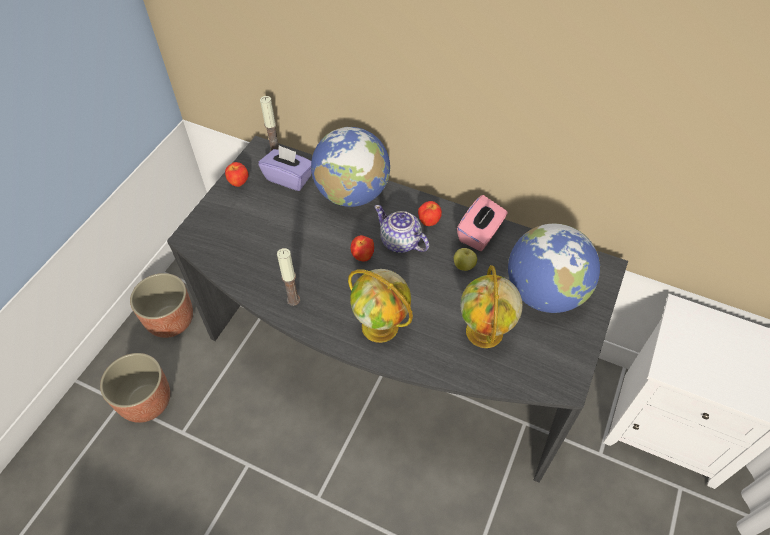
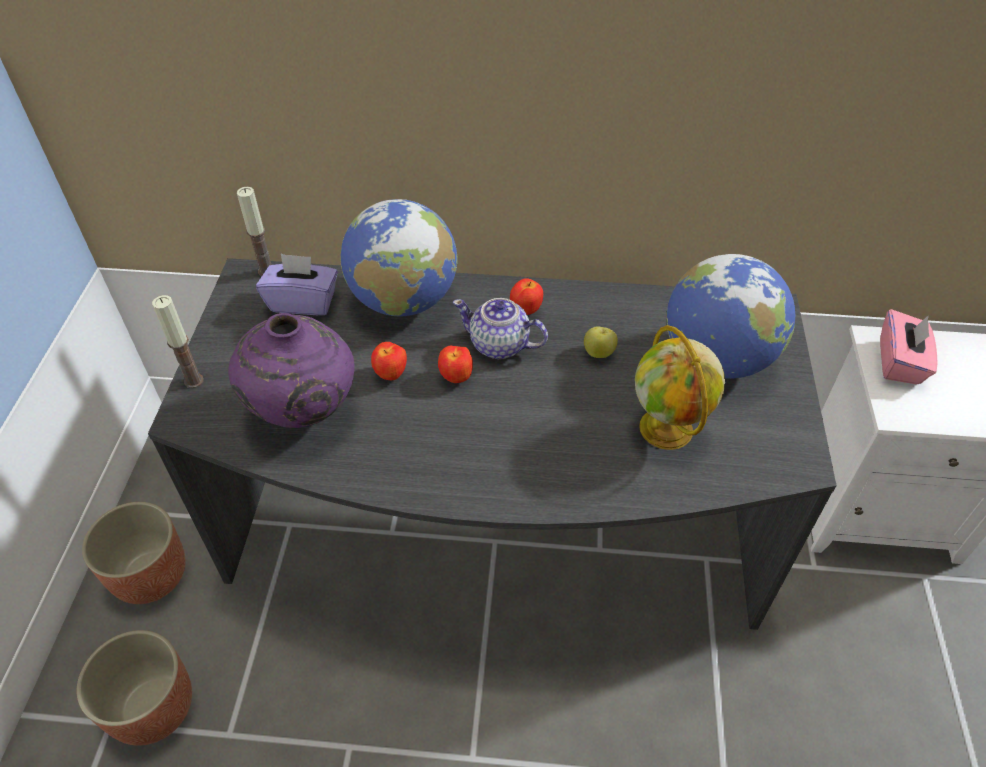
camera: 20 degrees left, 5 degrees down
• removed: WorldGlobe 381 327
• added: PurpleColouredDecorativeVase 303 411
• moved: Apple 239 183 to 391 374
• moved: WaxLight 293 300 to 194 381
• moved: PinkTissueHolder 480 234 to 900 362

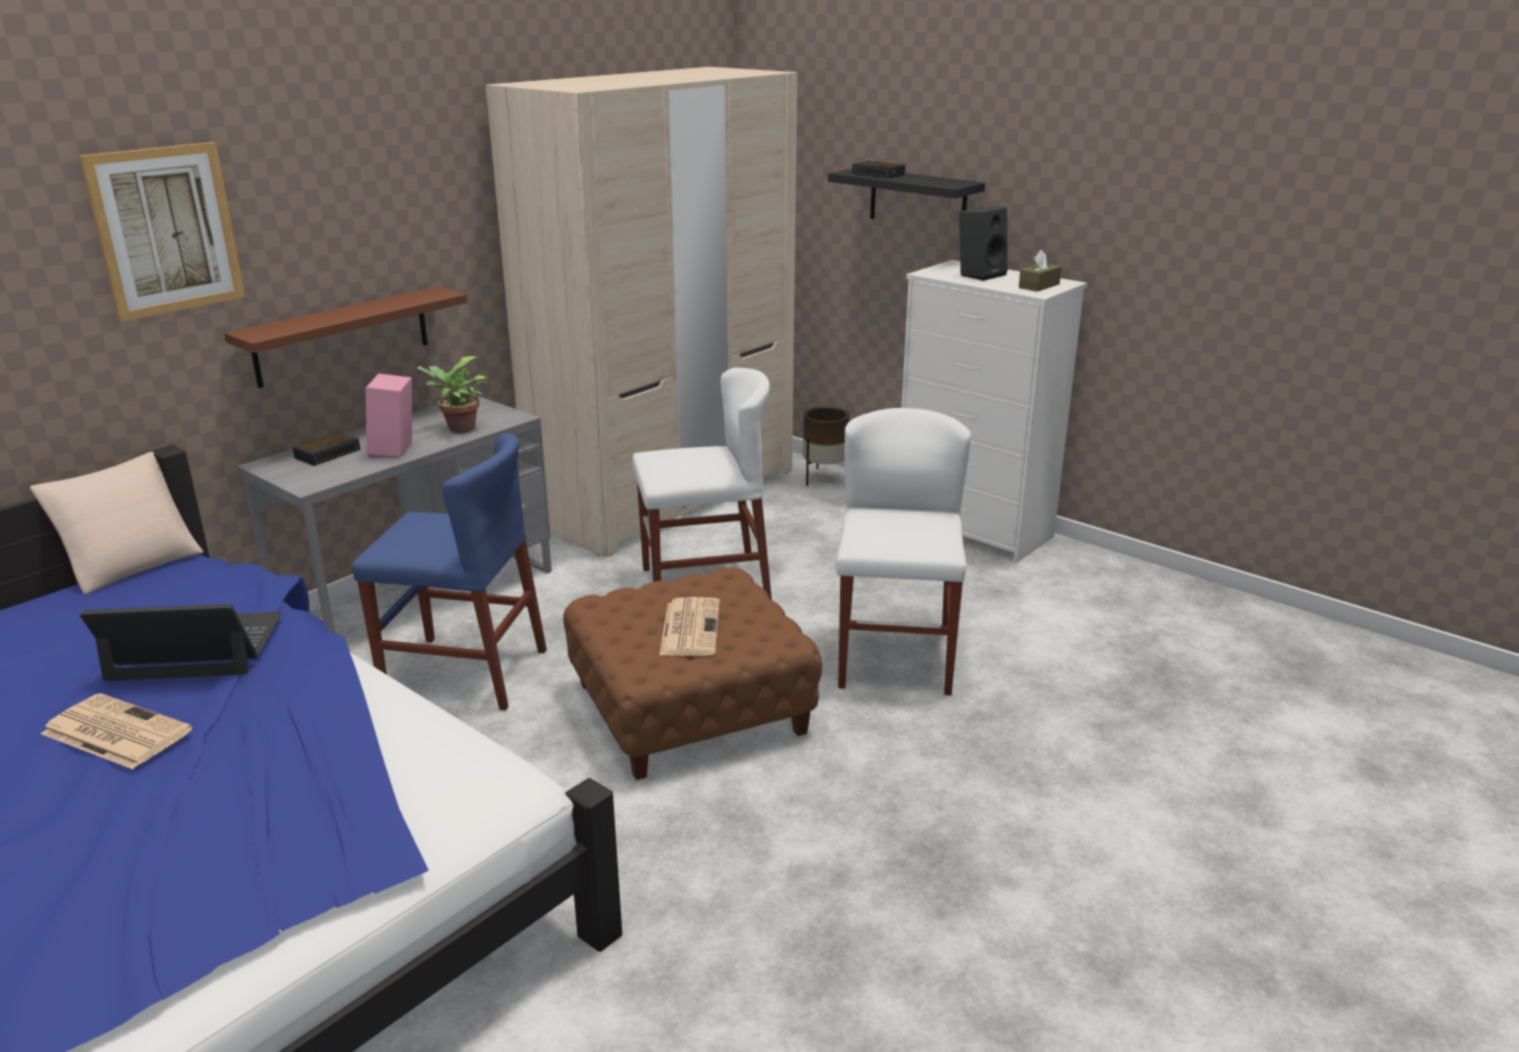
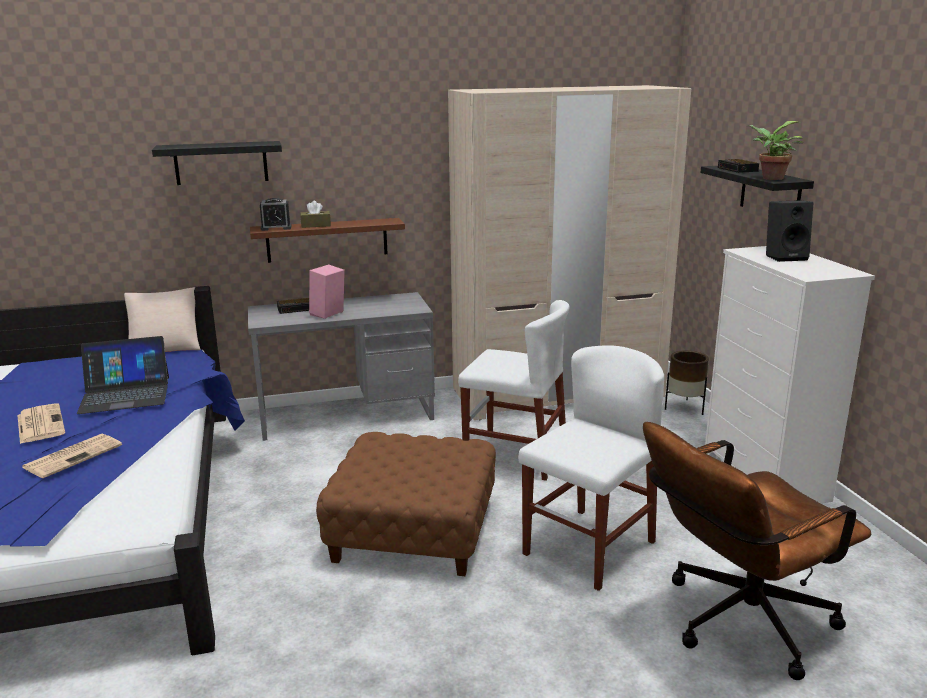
camera: 35 degrees right, 5 degrees down
• removed: BluishPlainChair 465 672
• added: AlarmClock 276 227
• added: BrownishDeskChair 736 624
• moved: PottedPlant 458 429 to 769 178
• moved: DailyPaper 690 627 to 74 456
• moved: BrownishTissueHolder 1039 286 to 316 225
• replaced: WallPicture 166 230 to BlackishBracketShelf 221 163
• turned: Laptop 196 647 = 125 394 135 degrees clockwise

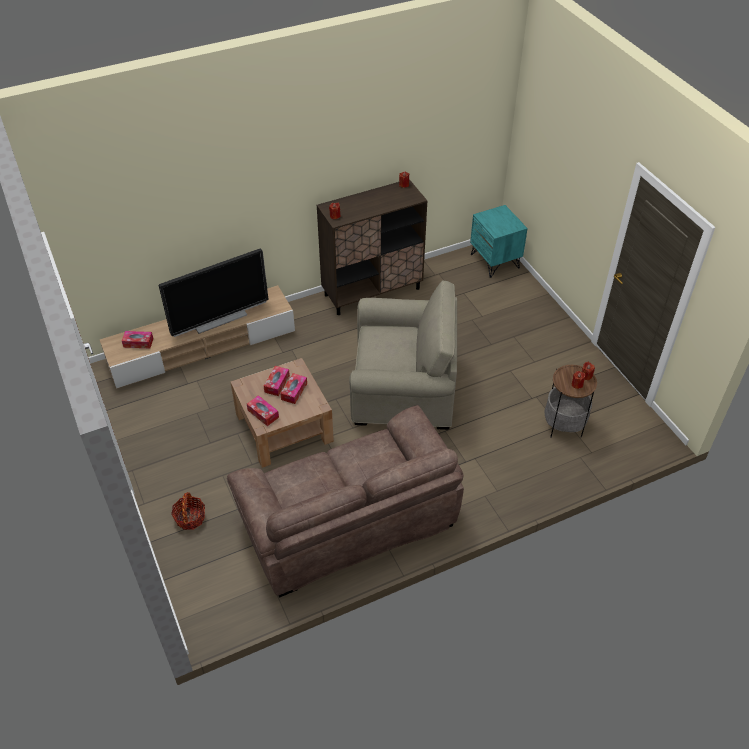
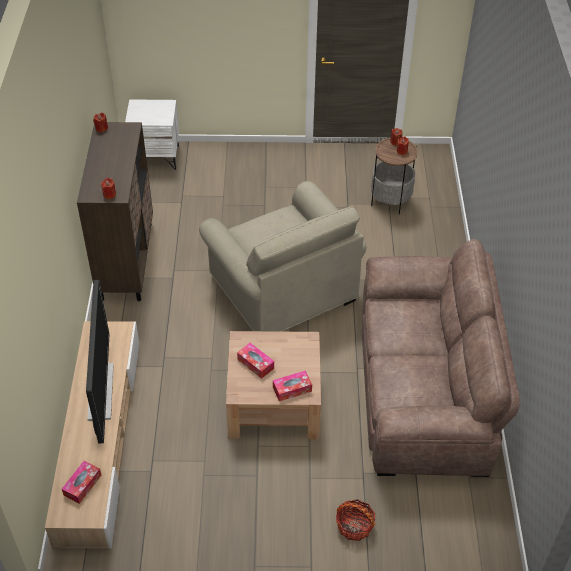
camera: 65 degrees left, 0 degrees up
• removed: TissueHolder 294 391
• recoloured: BlueGreenBedsideTable 495 261 to WhiteBedsideTable 156 157
• turned: BeigeColouredLoungeChair 403 390 = 282 289 120 degrees clockwise

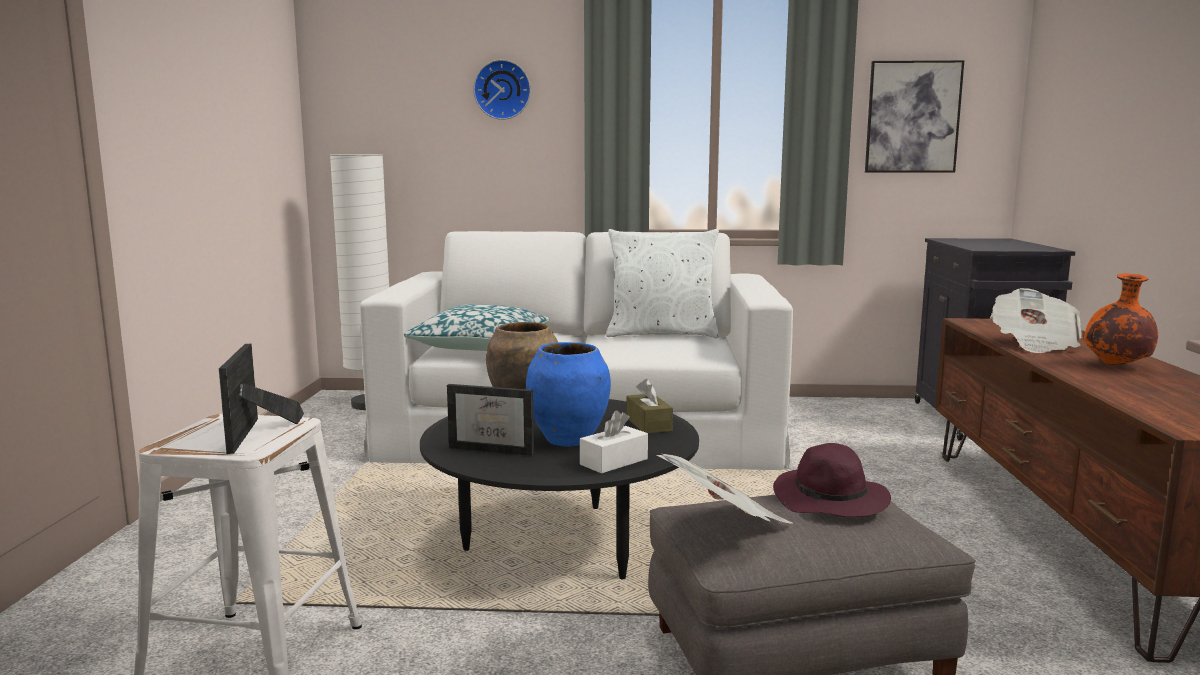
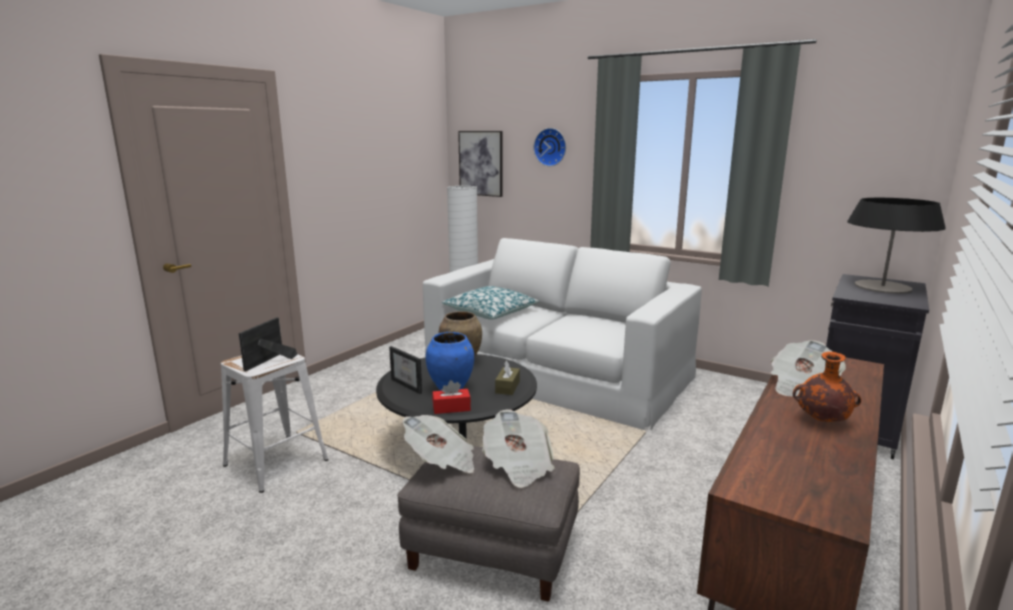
camera: 30 degrees right, 5 degrees up
• removed: WhiteCushion 662 334
• added: TableLamp 882 287
• moved: WallPicture 912 117 to 481 163
• replaced: PurpleColouredHat 831 501 to DailyPaper 518 465
• recoloured: WhiteTissueHolder 614 462 to RedColouredTissueHolder 451 408

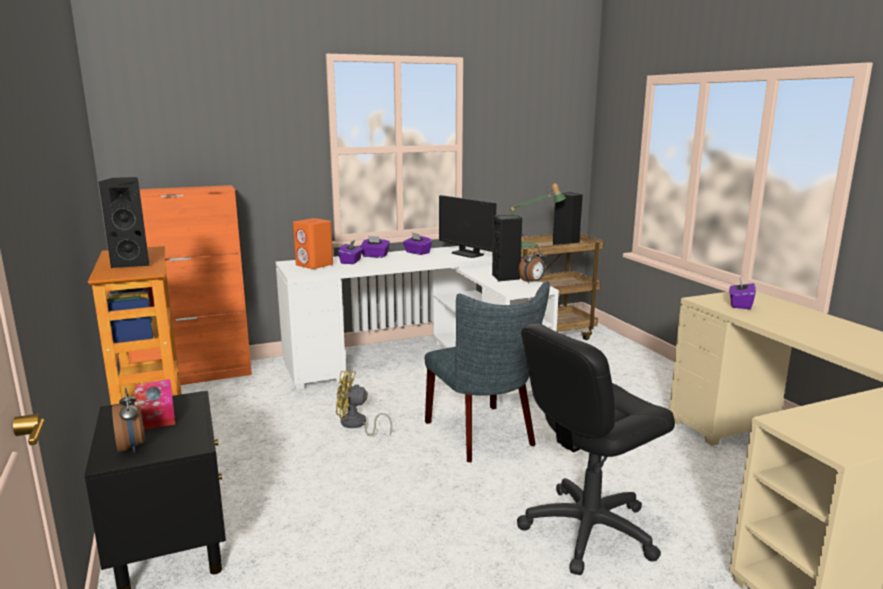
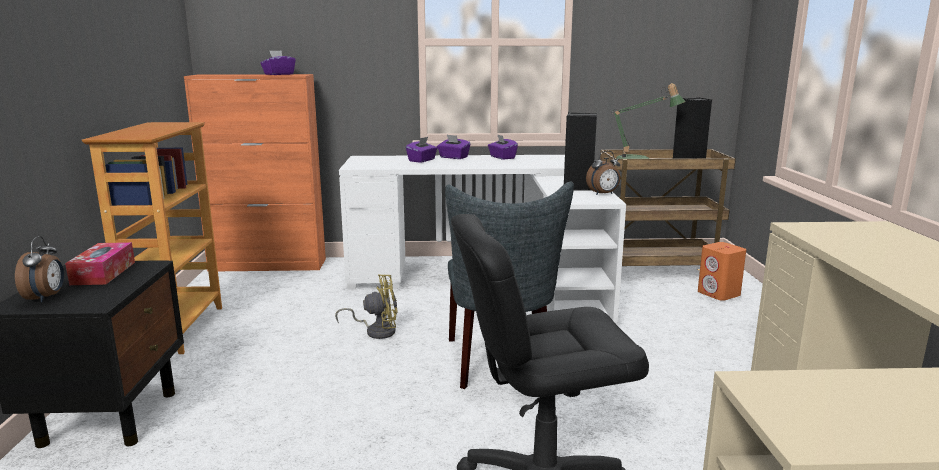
camera: 20 degrees right, 0 degrees up
• removed: BlackishLoudspeaker 133 263
• removed: ComputerDisplay 467 254
• moved: OrangeLoudspeaker 314 265 to 719 294
• moved: PurpleColouredTissueHolder 740 305 to 278 74
• turned: YellowColouredCoolingFan 356 425 = 376 331 150 degrees clockwise

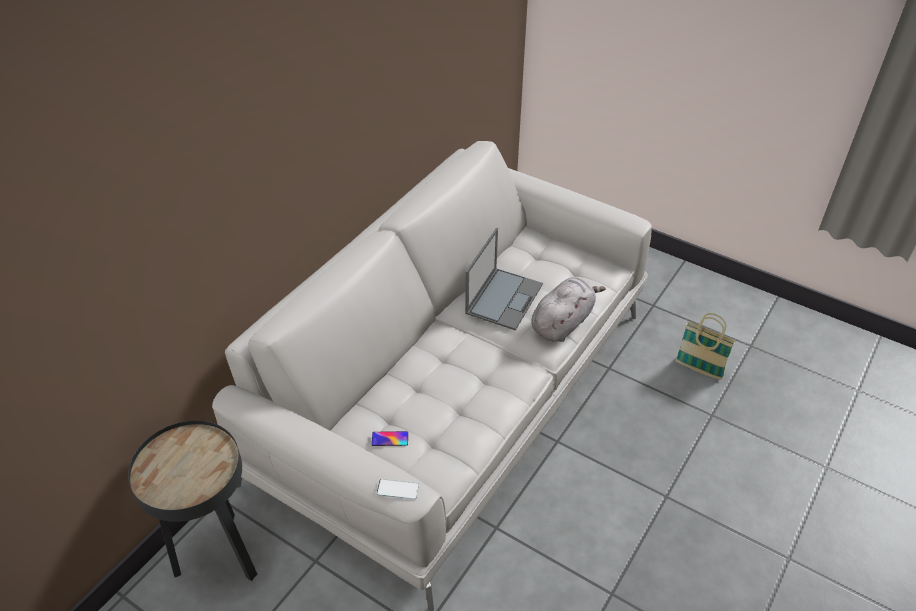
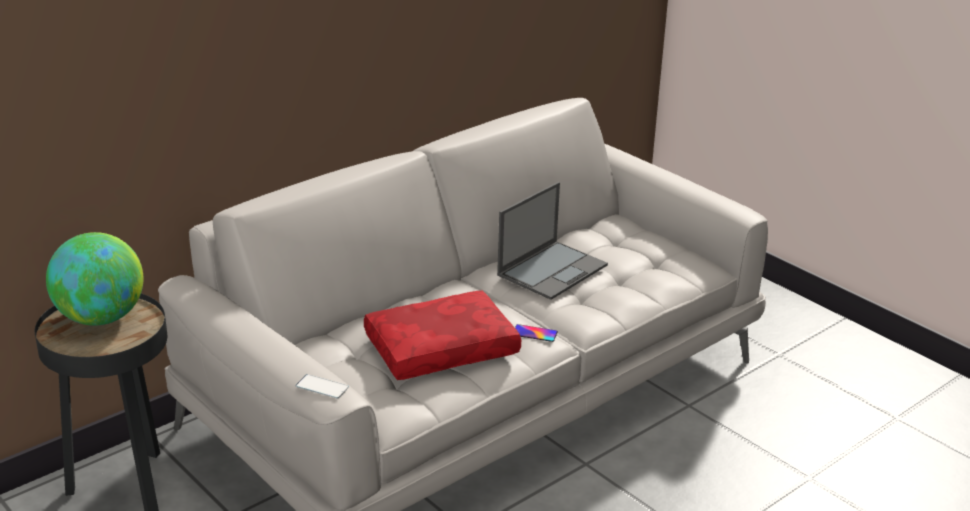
camera: 15 degrees right, 15 degrees down
• removed: GreyPlushToy 563 323
• removed: Basket 698 369
• added: WorldGlobe 101 318
• added: RedColouredCushion 441 348
• moved: Phone 390 439 to 535 333

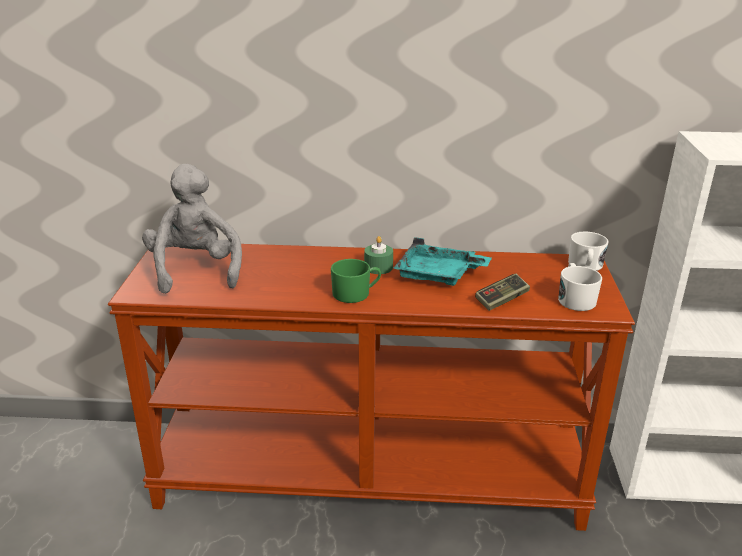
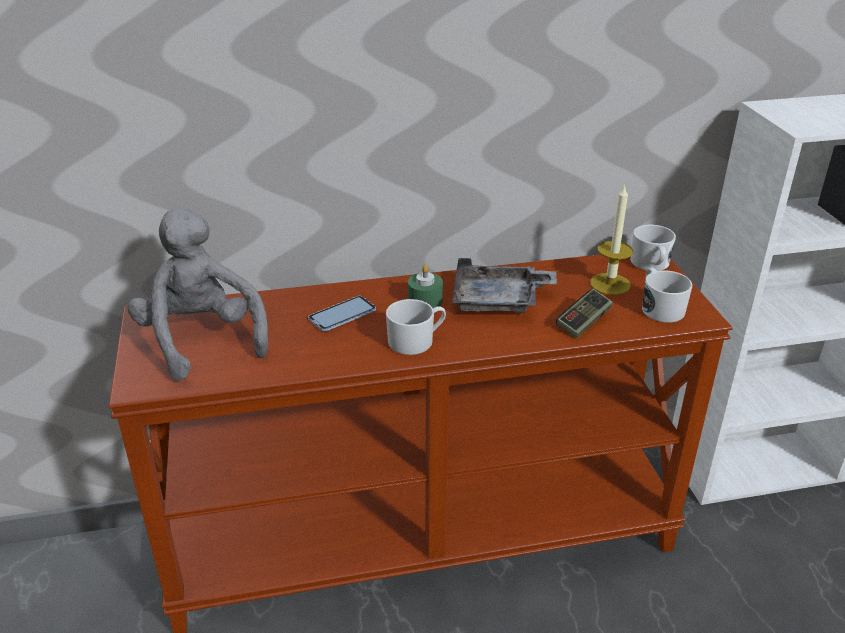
camera: 15 degrees left, 5 degrees up
• added: Phone 342 315
• added: WaxLight 610 284
• recoloured: GreenColouredCoffeeMug 356 294 to WhiteCoffeeMug 416 341
• recoloured: BlueGreenCarryingTray 438 275 to GreyCarryingTray 499 301

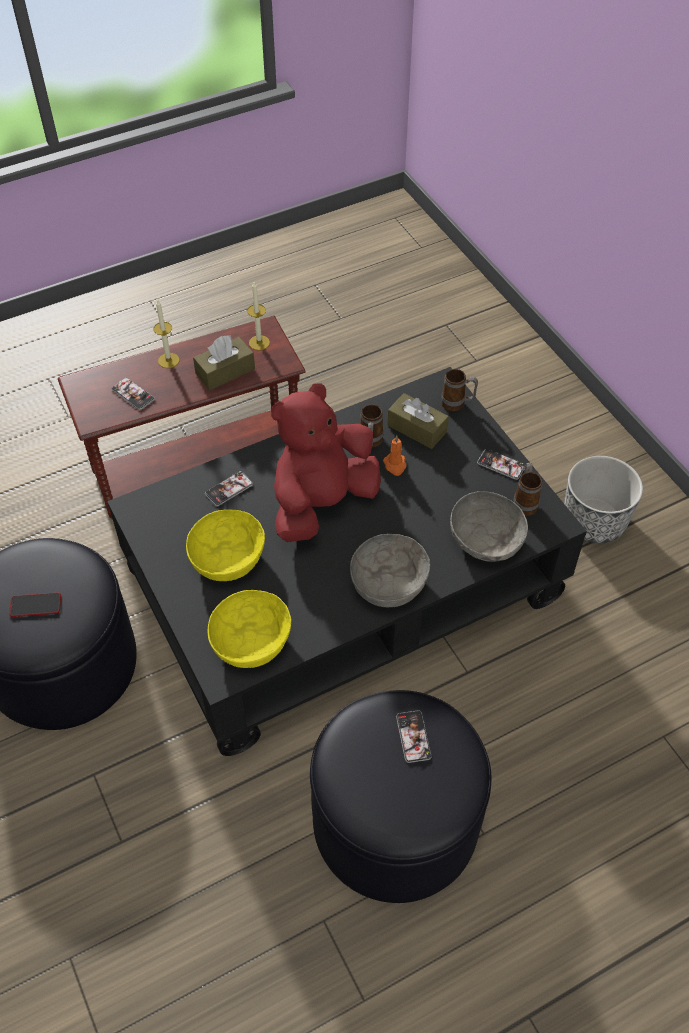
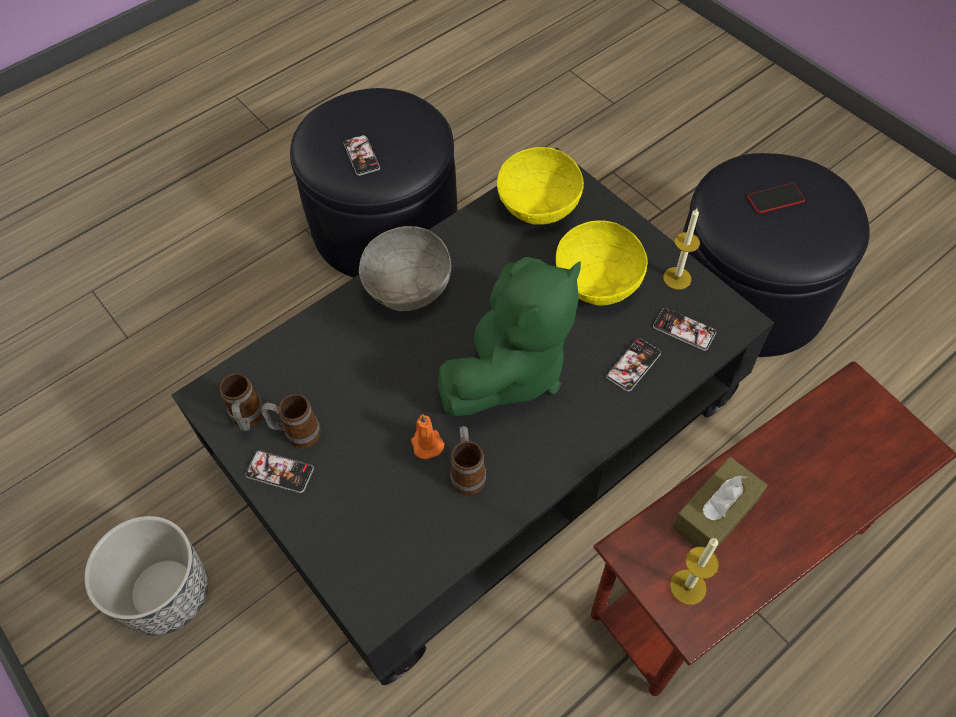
camera: 170 degrees right, 5 degrees up
• removed: BrownishTissueHolder 417 428
• removed: GreyServingBowl 486 541
• moved: Phone 133 394 to 684 330
• moved: WaxLight 168 360 to 677 278
• moved: CoffeeMug 457 404 to 297 433
• recoloured: RedColouredPlushToy 322 503 to GreenColouredPlushToy 510 369

